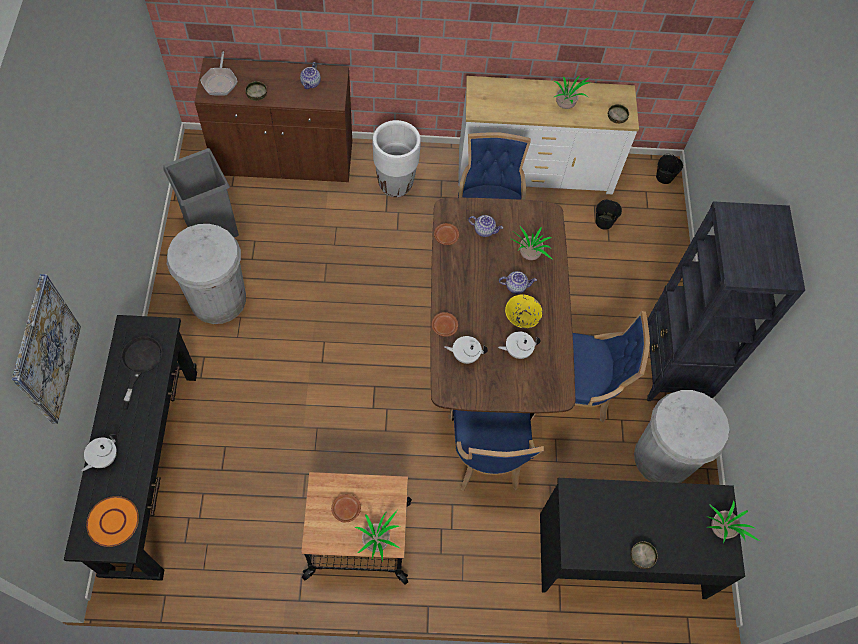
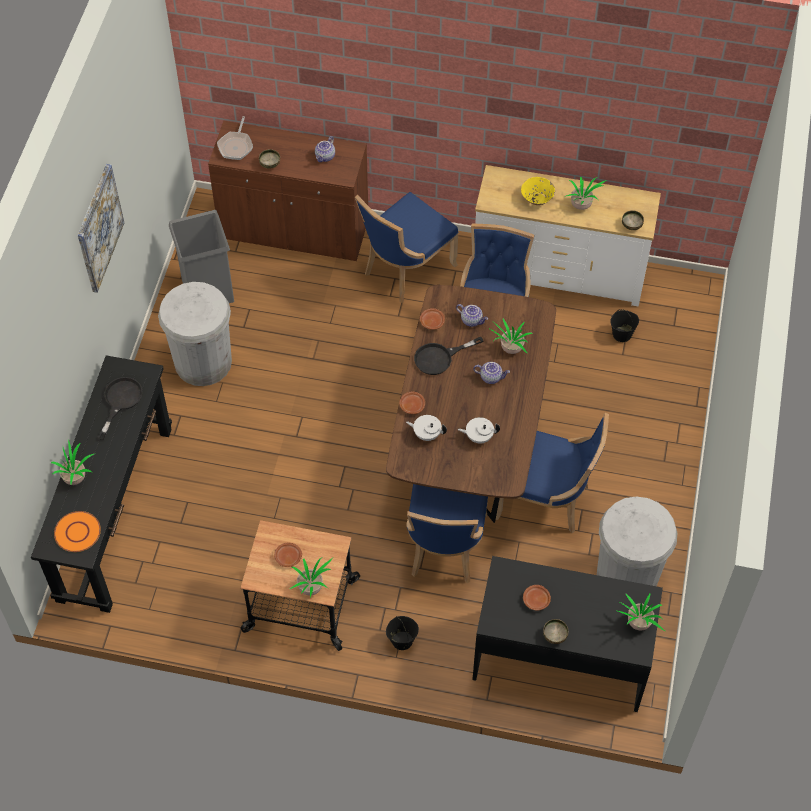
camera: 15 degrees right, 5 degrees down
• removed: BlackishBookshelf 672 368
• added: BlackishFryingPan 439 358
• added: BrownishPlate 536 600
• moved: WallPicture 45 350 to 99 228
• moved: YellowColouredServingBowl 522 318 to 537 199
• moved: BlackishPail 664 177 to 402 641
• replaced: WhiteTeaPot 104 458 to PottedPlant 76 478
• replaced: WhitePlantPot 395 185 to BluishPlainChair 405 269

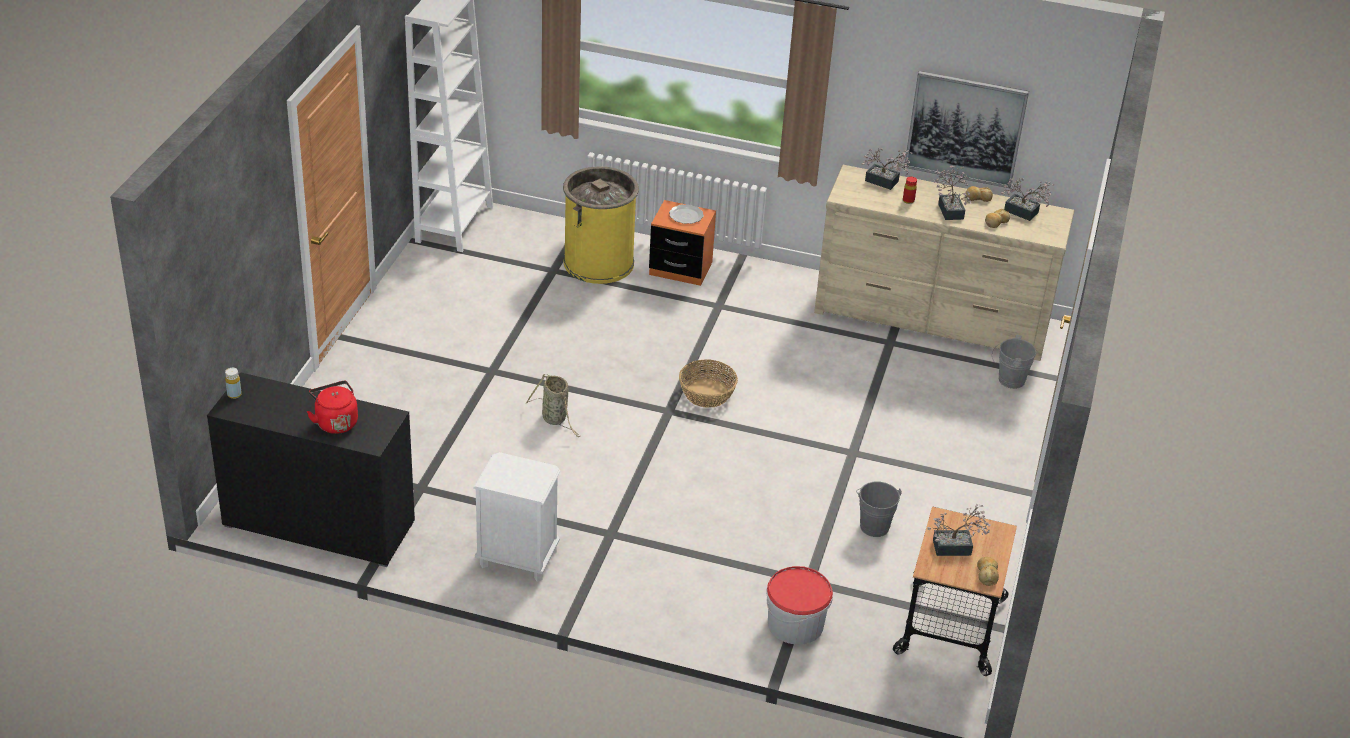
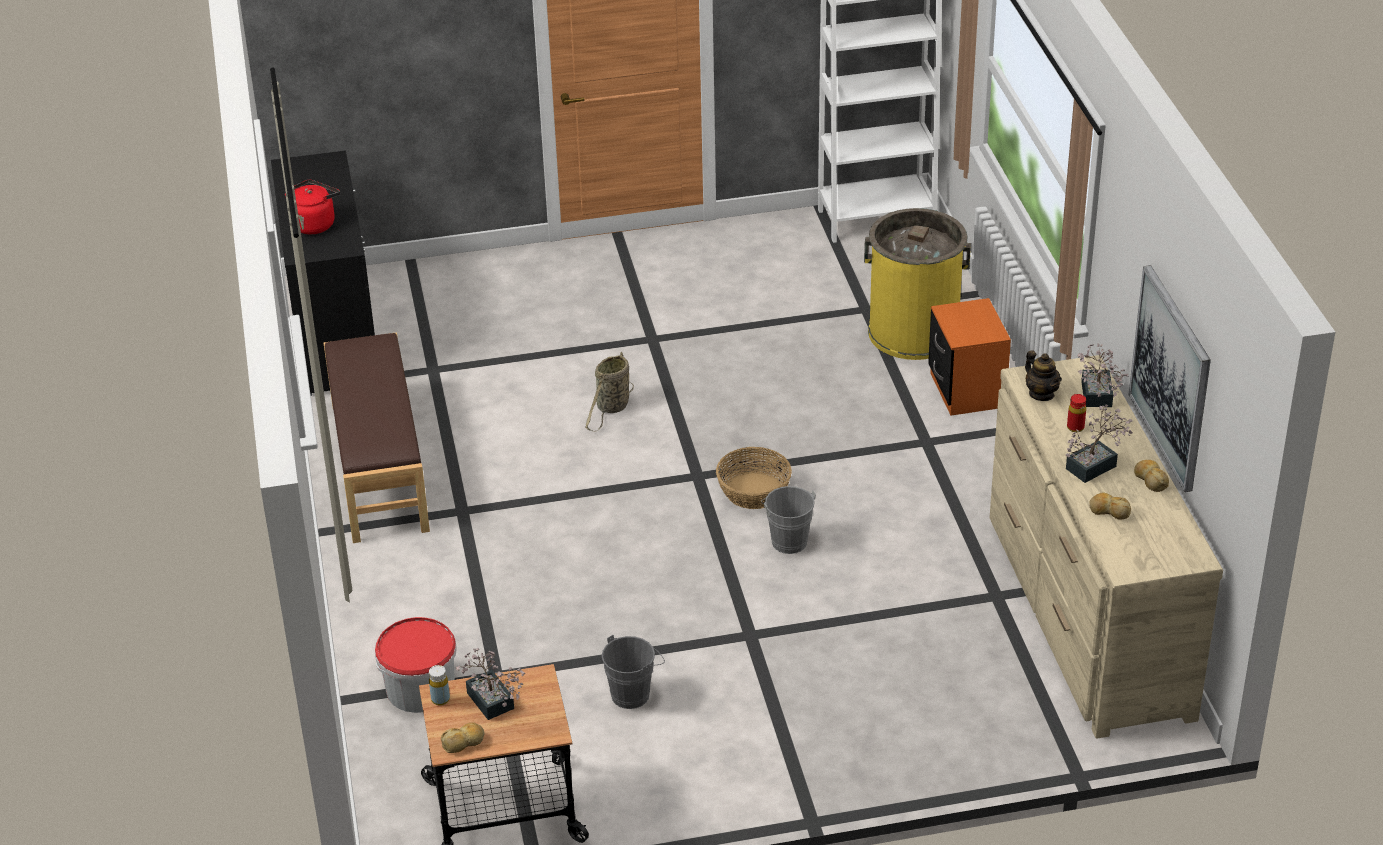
camera: 65 degrees right, 0 degrees up
• removed: Plate 685 215
• removed: PottedPlant 1024 213
• added: TeaPot 1041 394
• moved: YellowColouredDrinkBottle 234 394 to 440 699
• moved: GreyPail 1008 380 to 787 539
• replaced: WhiteBedsideTable 517 558 to BrownishBench 378 467

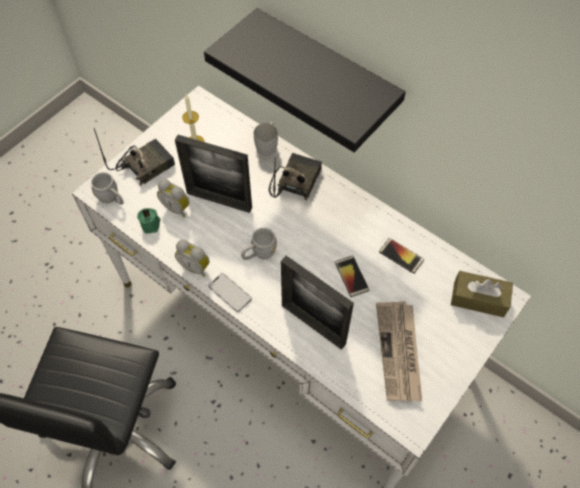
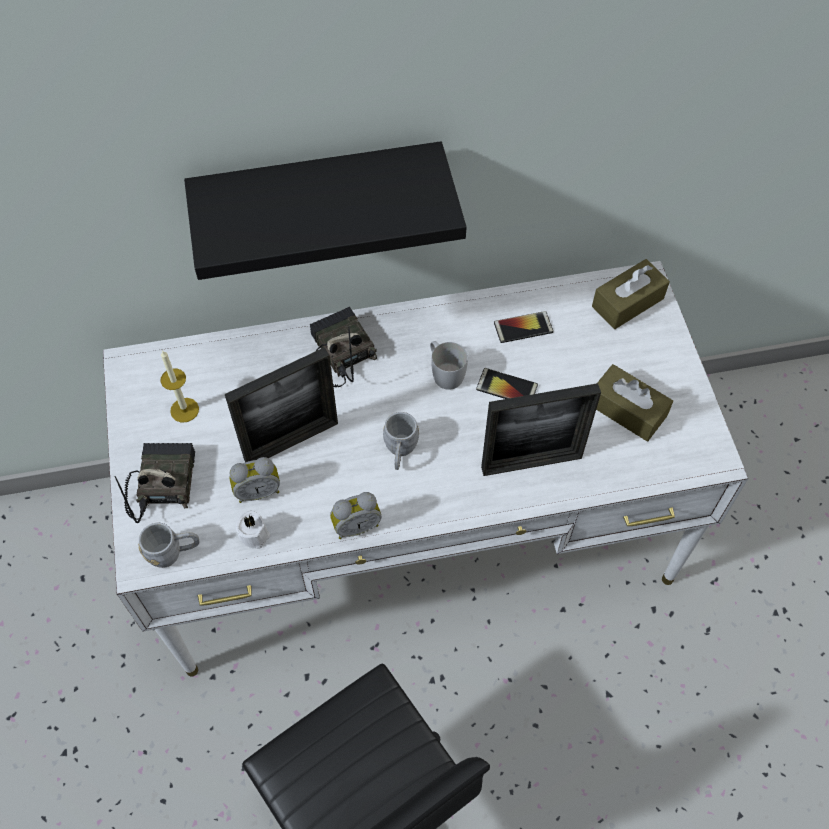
camera: 50 degrees left, 0 degrees up
• removed: Phone 230 293
• moved: WhiteCoffeeMug 268 145 to 444 372
• replaced: DailyPaper 399 352 to BrownishTissueHolder 627 410
• recoloured: GreenColouredWaxLight 151 224 to WhiteWaxLight 254 534

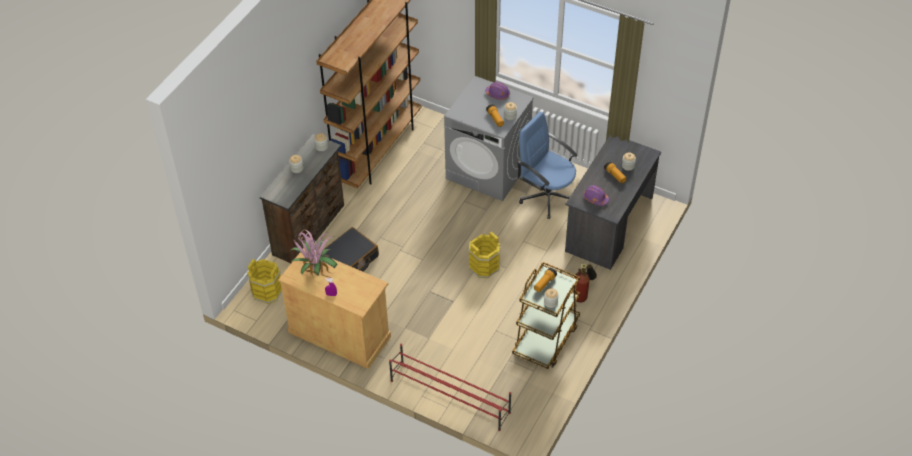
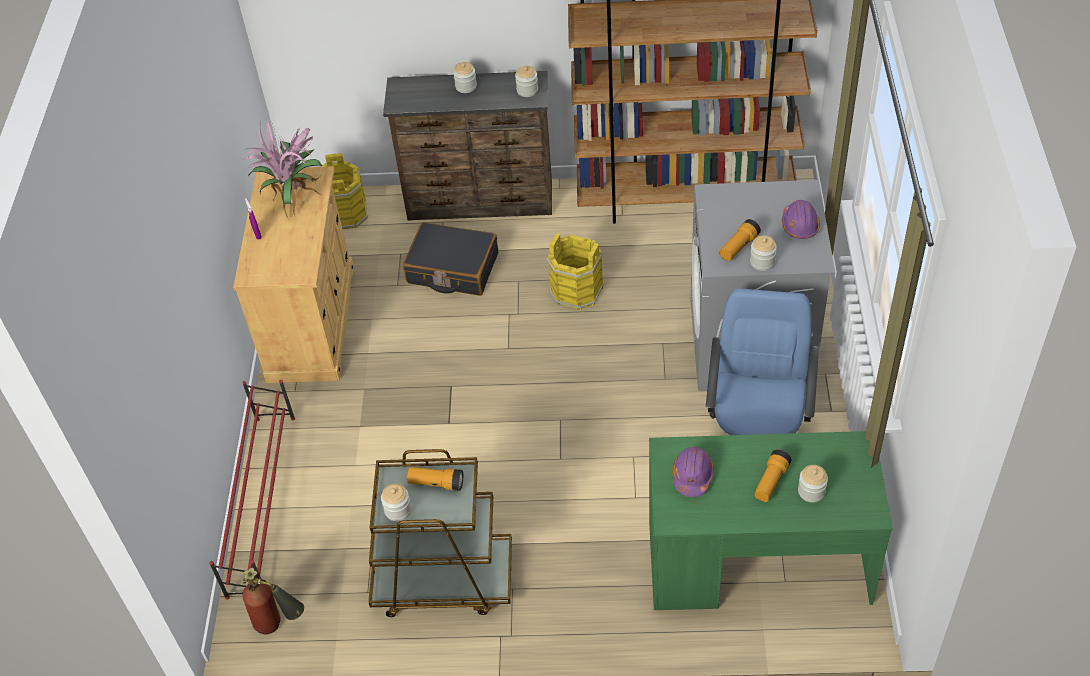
camera: 65 degrees right, 0 degrees up
• moved: YellowColouredPail 484 266 to 576 290
• moved: Extinguisher 583 294 to 279 625
• recoloured: GreyDeskUnit 609 224 to GreenColouredDeskUnit 757 563

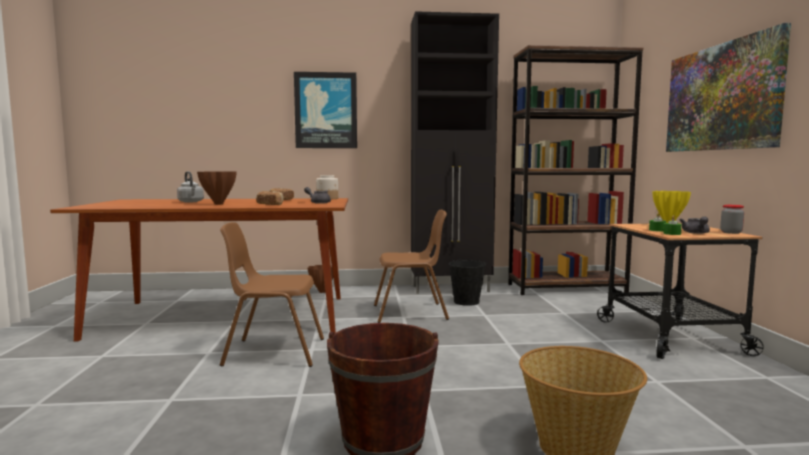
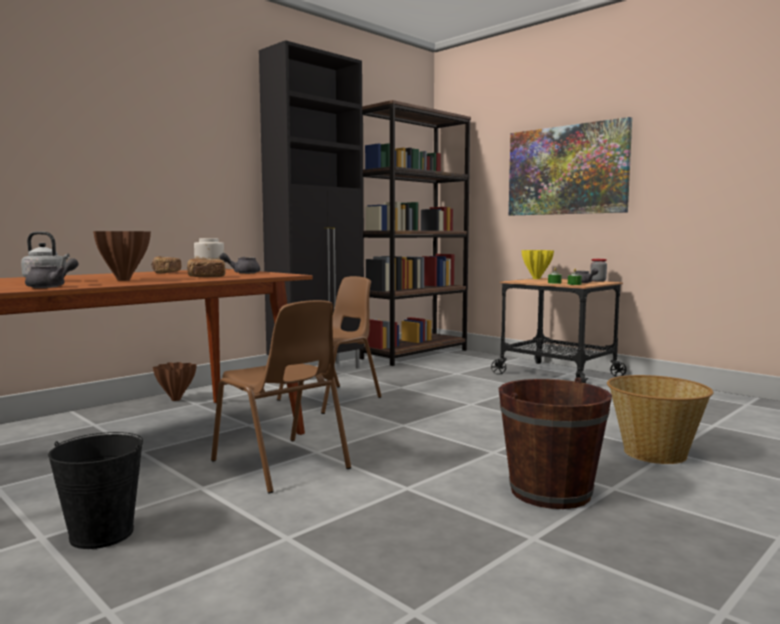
camera: 40 degrees left, 0 degrees up
• removed: WallPicture 326 110
• added: GreyTeaPot 52 286
• moved: BlackishPail 466 302 to 101 534
• turned: BrownishPlainChair 273 352 = 281 465 90 degrees counterclockwise

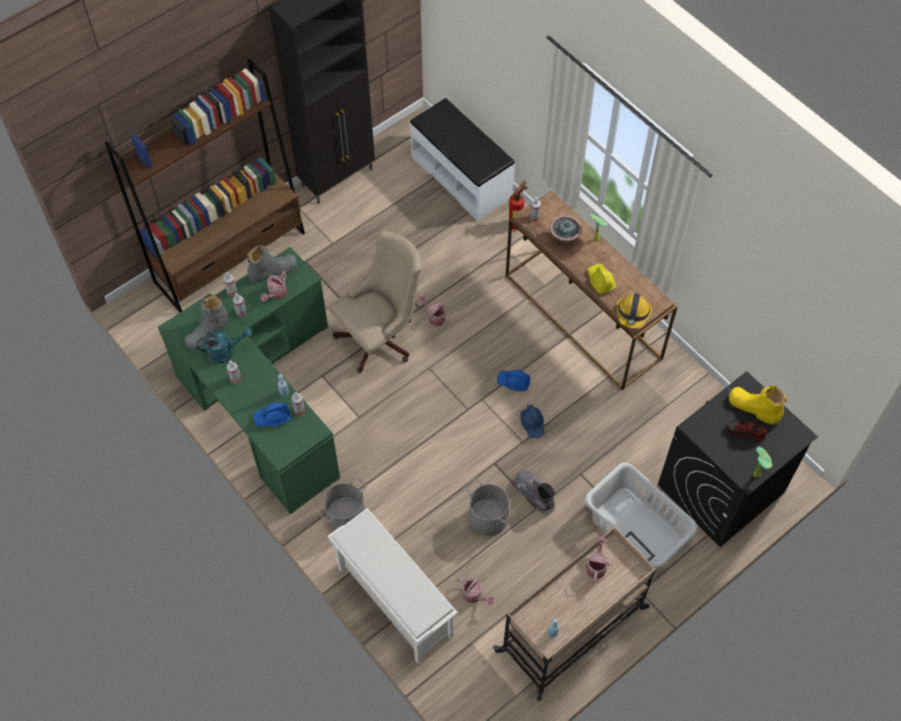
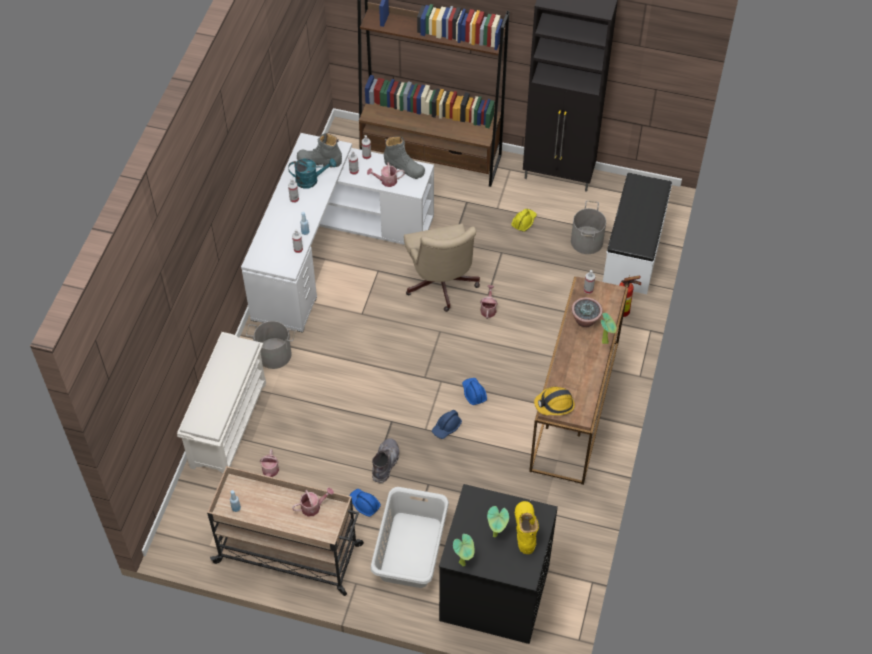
camera: 55 degrees right, 5 degrees down
• moved: BluishSafetyHelmet 272 417 to 364 504
• moved: GreyPail 489 517 to 587 241
• moved: YellowColouredSafetyHelmet 600 281 to 524 222
• replaced: LowShoe 745 432 to PottedPlant 496 535
• recoloured: GreenColouredDeskUnit 262 398 to WhiteDeskUnit 330 248
• turned: BlueGreenWateringPot 225 352 = 311 180 45 degrees counterclockwise
• turned: BeigeColouredDeskChair 381 337 = 441 286 60 degrees clockwise

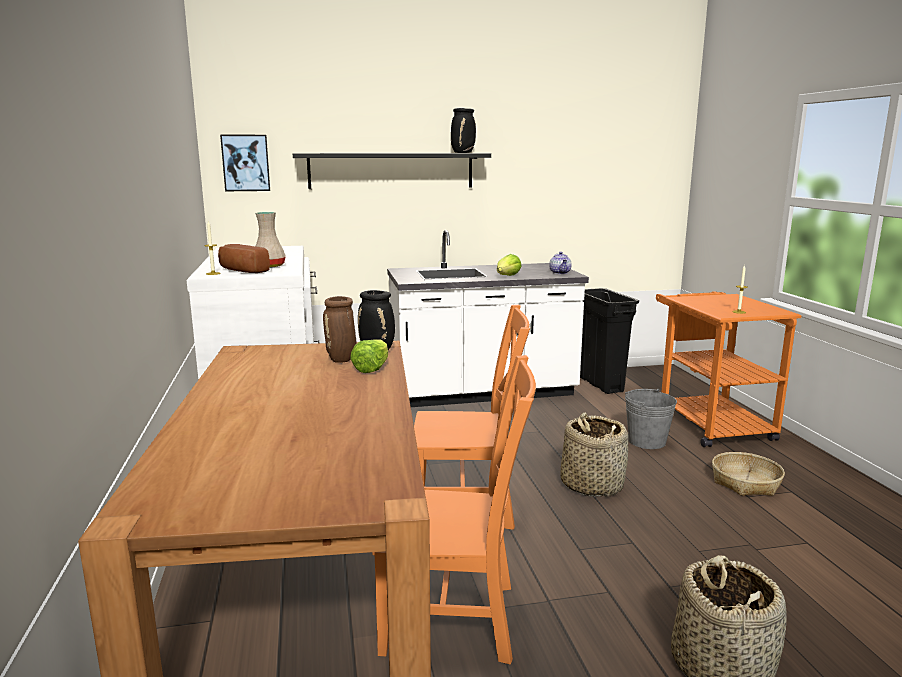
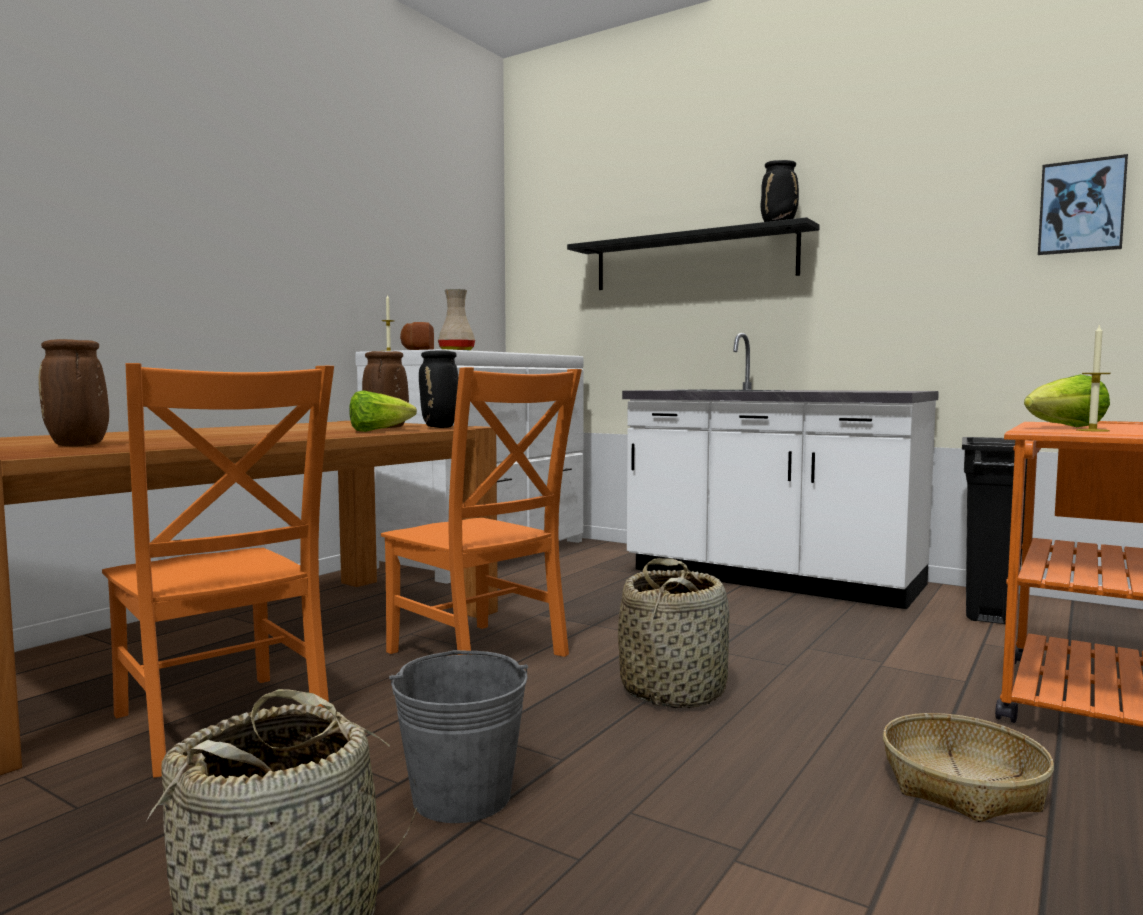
camera: 45 degrees right, 10 degrees down
• removed: TeaPot 560 273
• added: BrownishDecorativeVase 78 445
• moved: WallPicture 245 163 to 1081 206
• moved: Lettuce 507 276 to 1064 427
• moved: GreyPail 647 441 to 462 796

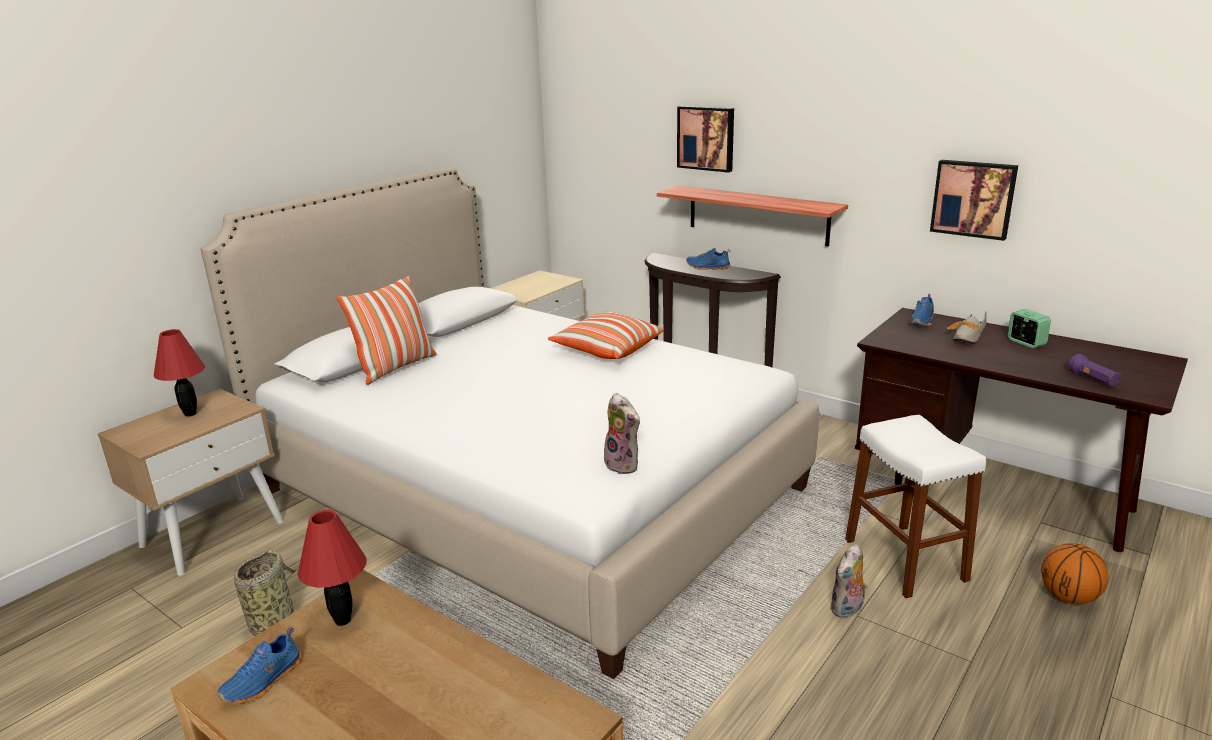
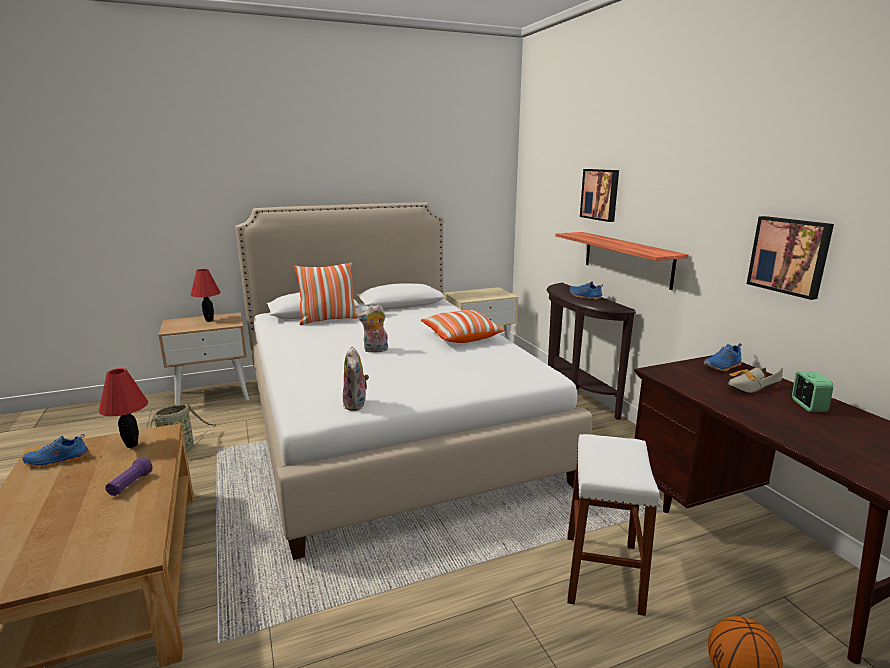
camera: 30 degrees right, 5 degrees down
• moved: PlushToy 847 610 to 375 350
• moved: PurpleColouredHandTorch 1093 380 to 130 485

